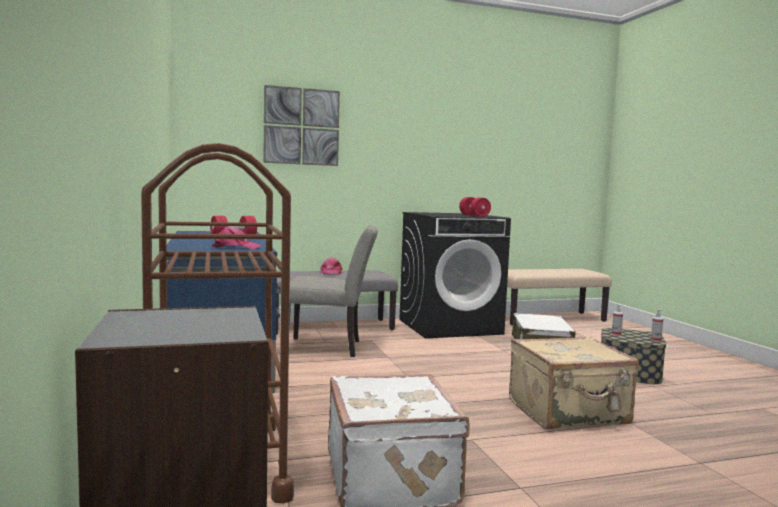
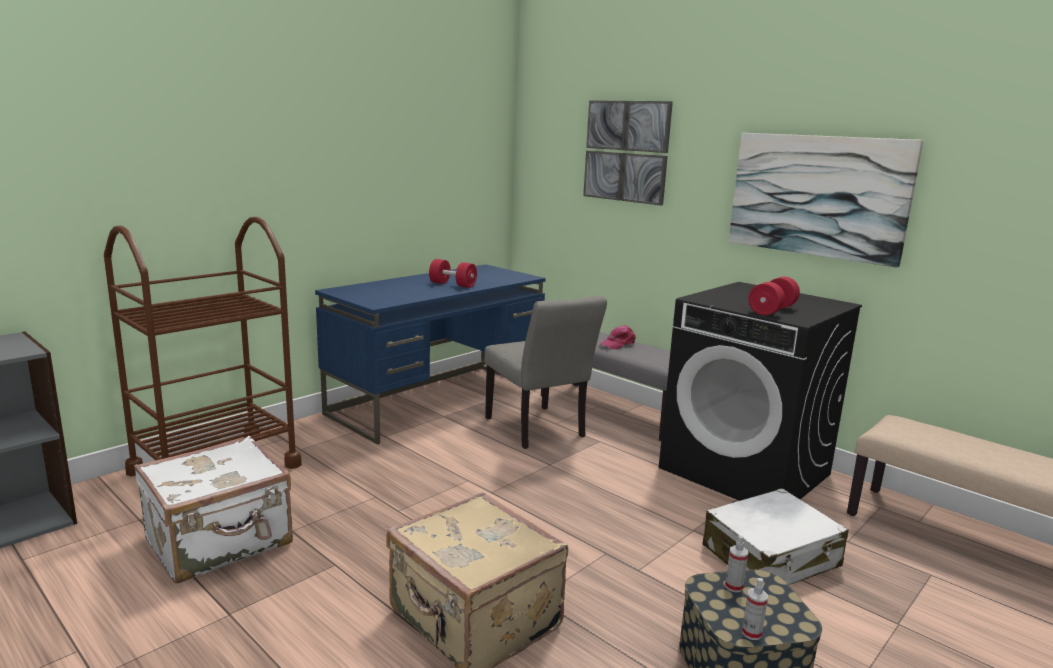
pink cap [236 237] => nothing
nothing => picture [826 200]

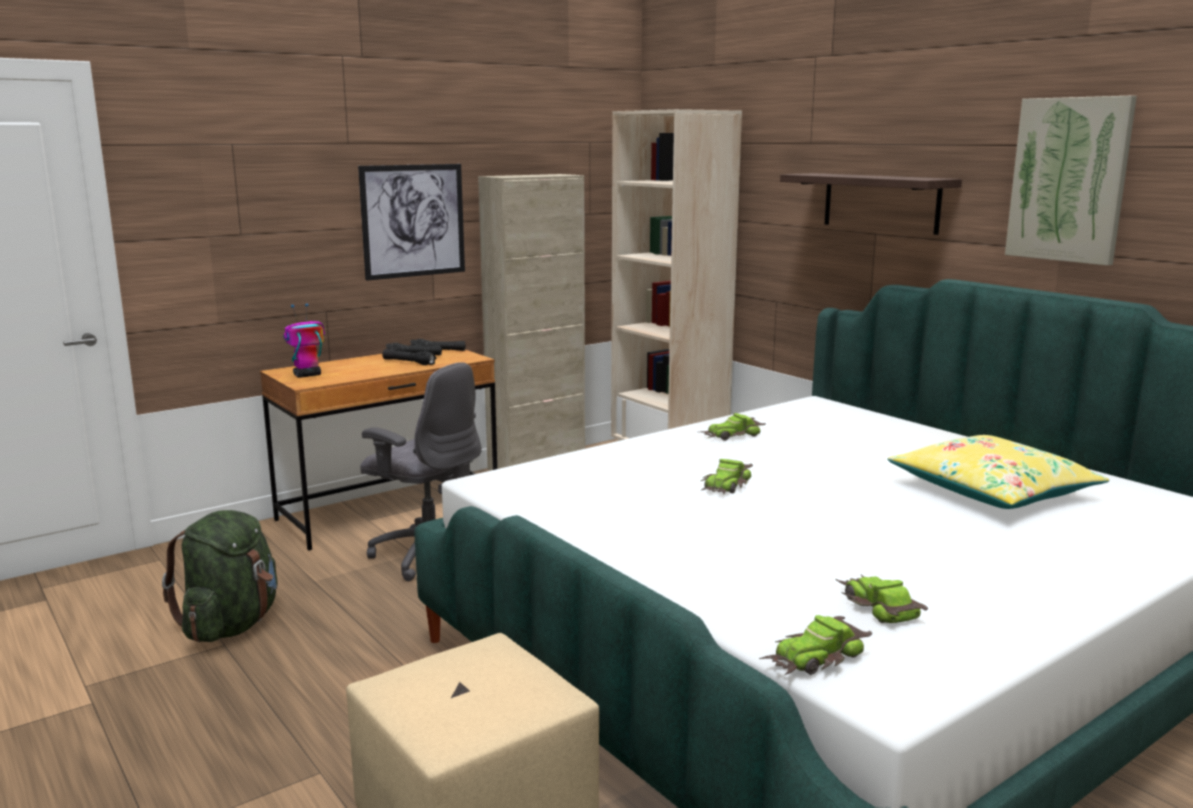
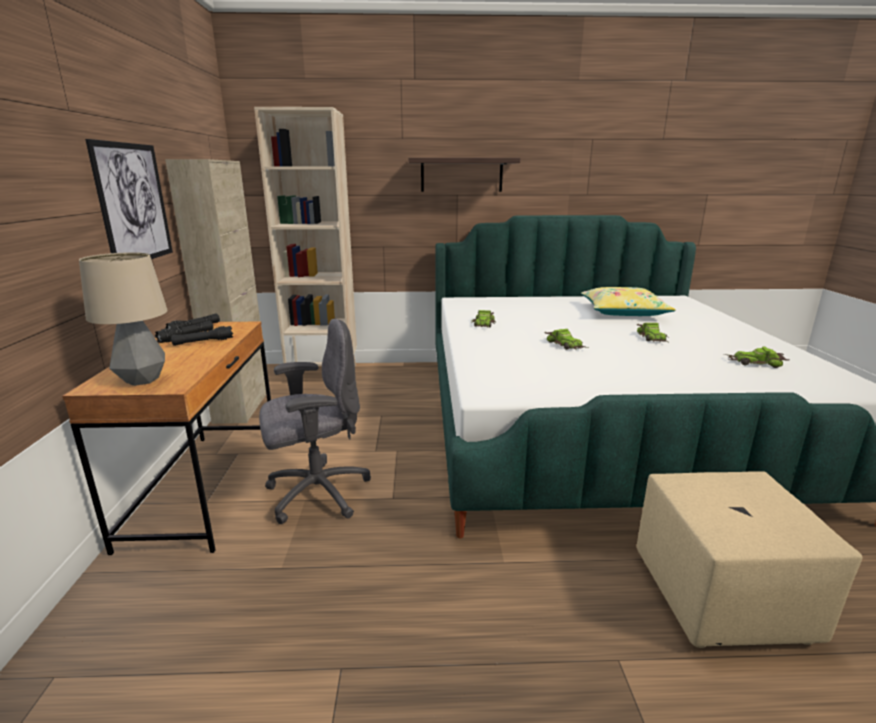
green backpack [219 576] => nothing
toy robot [304 341] => table lamp [123 319]
toy car [815 645] => toy car [652 332], relocated
picture [1071 181] => nothing

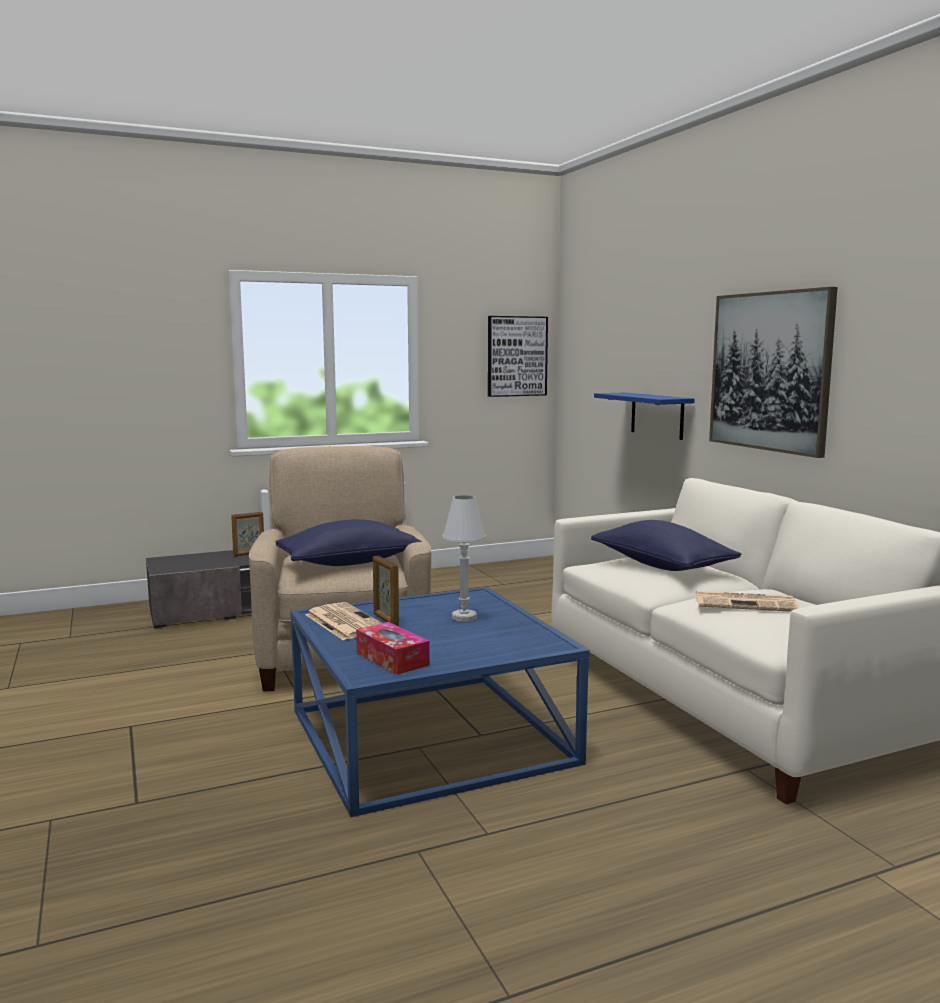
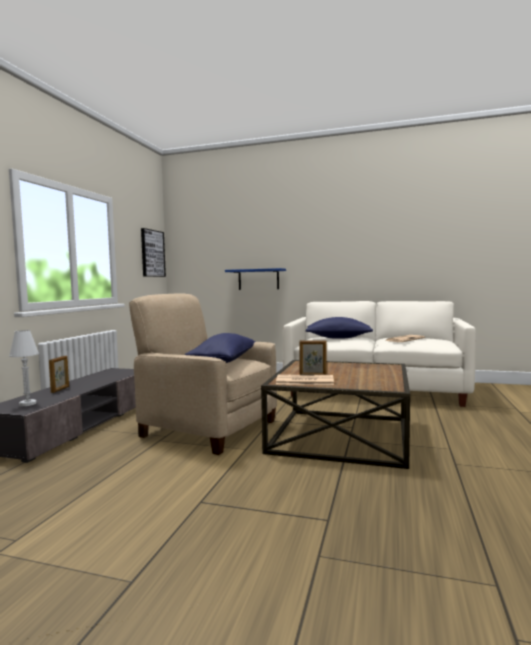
blue coffee table [440 702] => brown coffee table [335 414]
tissue box [393 648] => nothing
white table lamp [464 558] => white table lamp [24 368], relocated
picture [773 372] => nothing

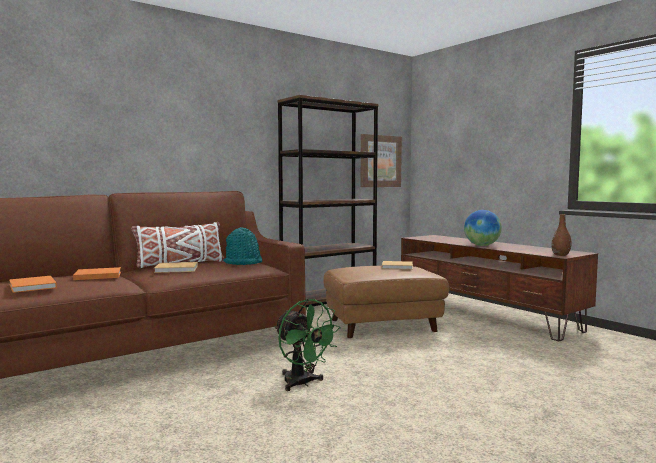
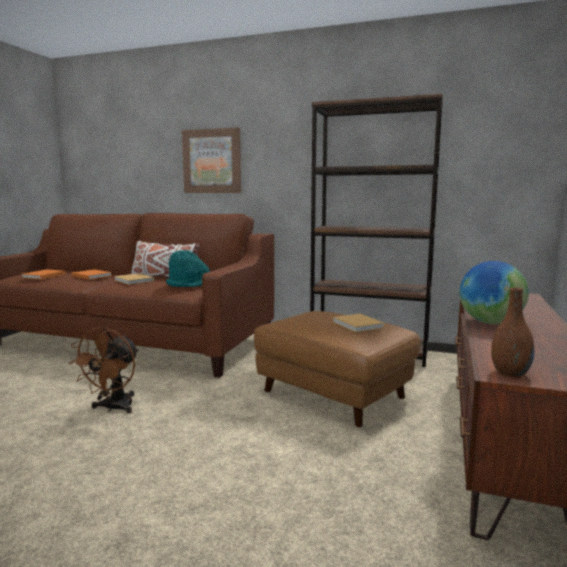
green fan [307 345] => brown fan [104 370]
picture [381 160] => picture [211 160], relocated

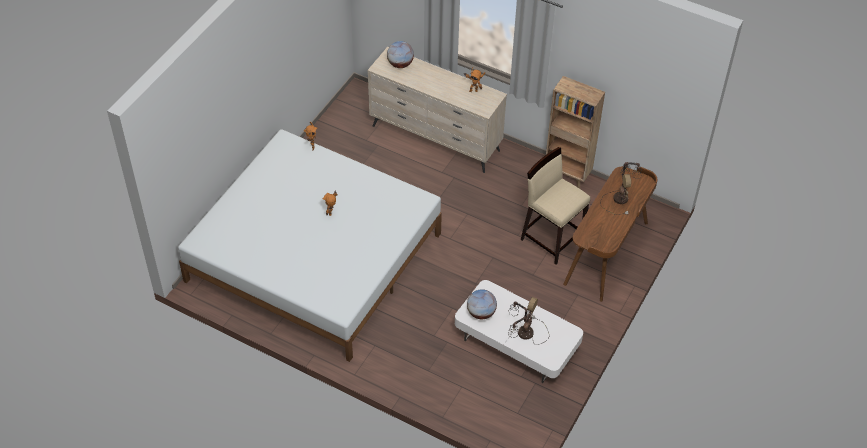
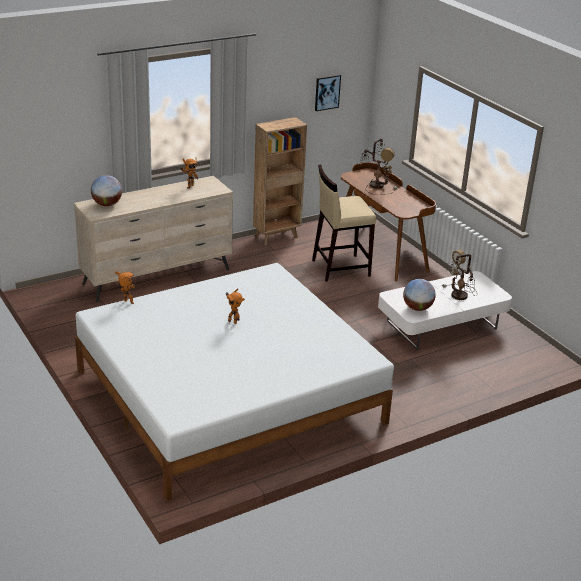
nothing => picture [328 92]

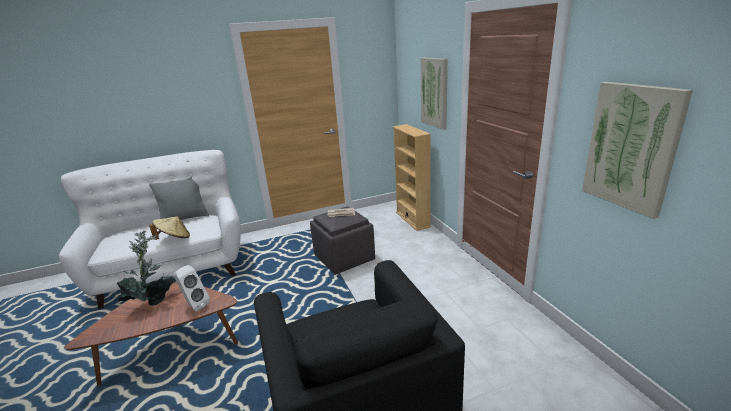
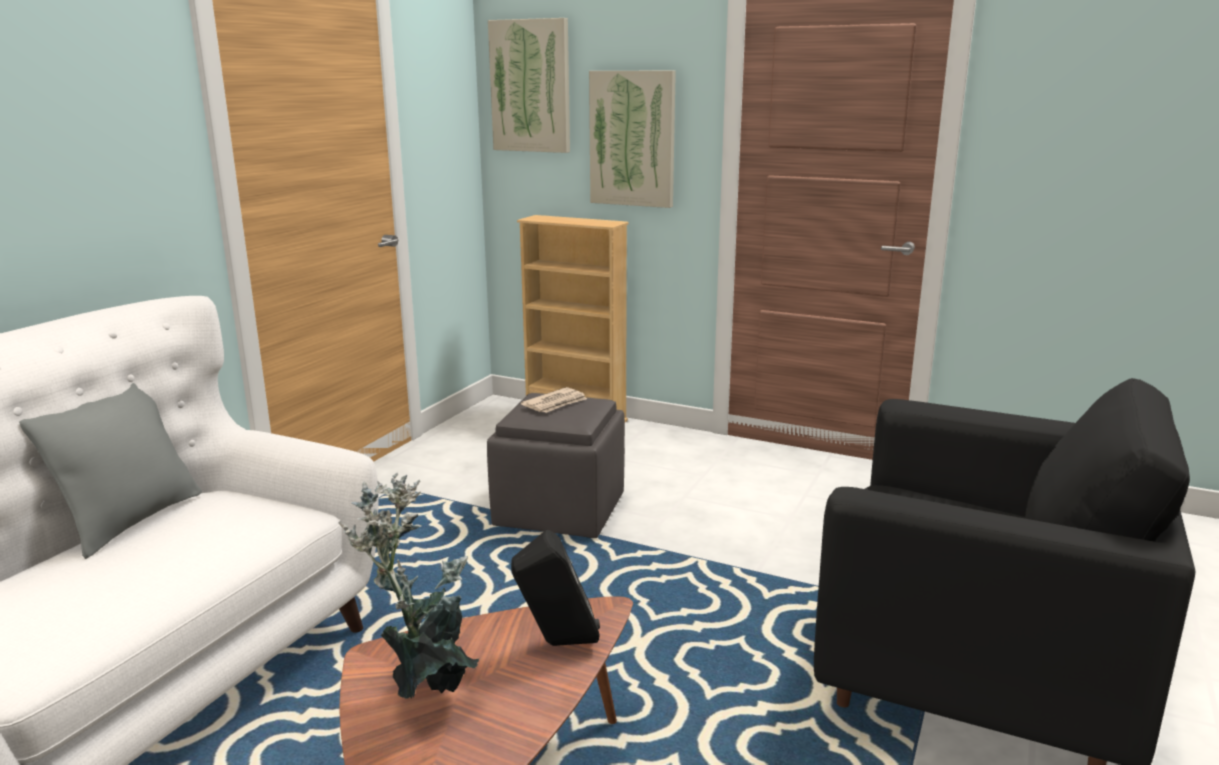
beige hat [169 228] => nothing
white speaker [192 288] => black speaker [555 588]
picture [637 150] => picture [529 85], relocated

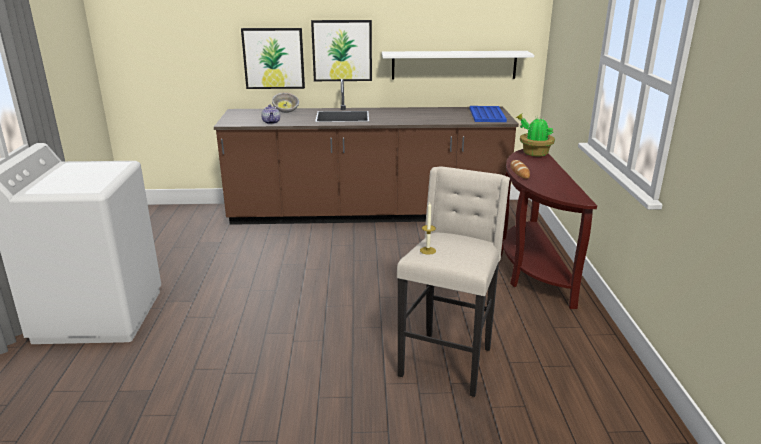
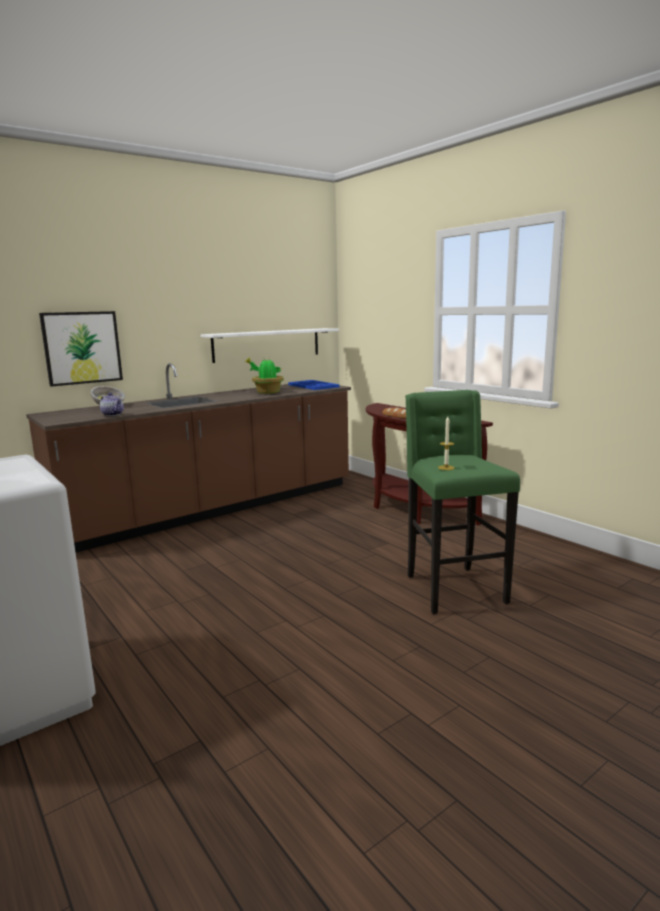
picture [341 50] => nothing
beige stool [453 282] => green stool [462 502]
potted plant [535 135] => potted plant [264 375], relocated

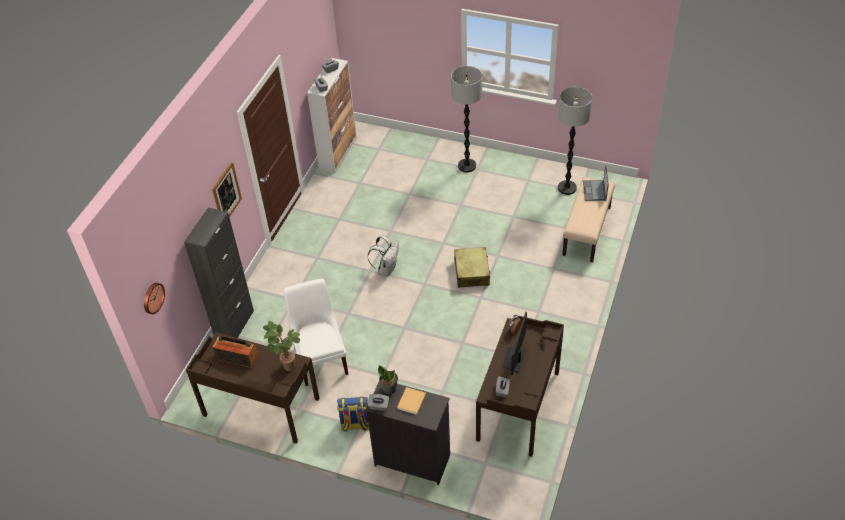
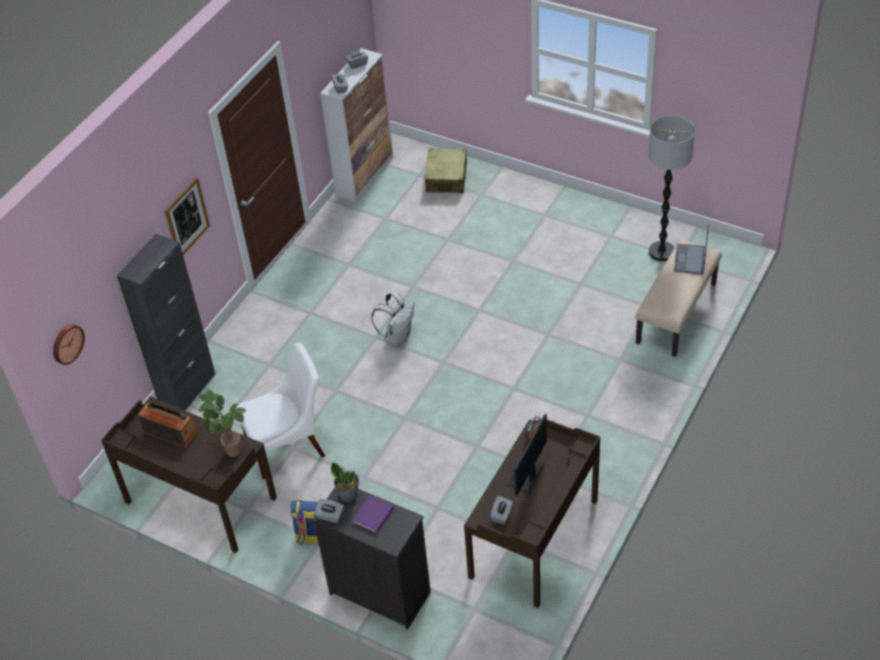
white chair [315 332] => white chair [280 410], 75 degrees clockwise
beige book [411 401] => purple book [373 514]
floor lamp [466 119] => nothing
beige suitcase [472 267] => beige suitcase [446 170], relocated

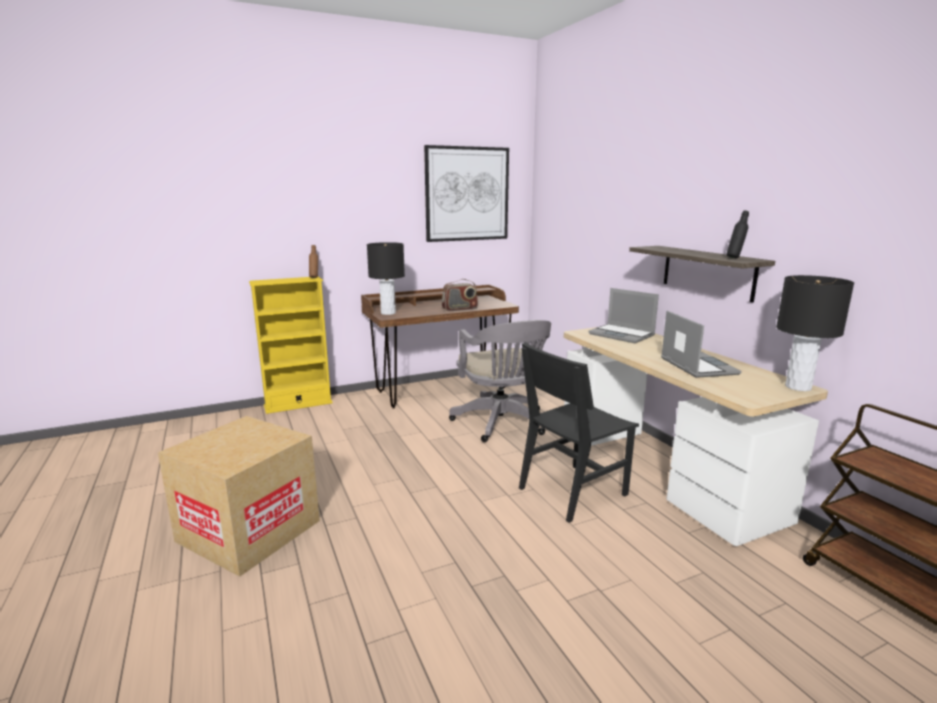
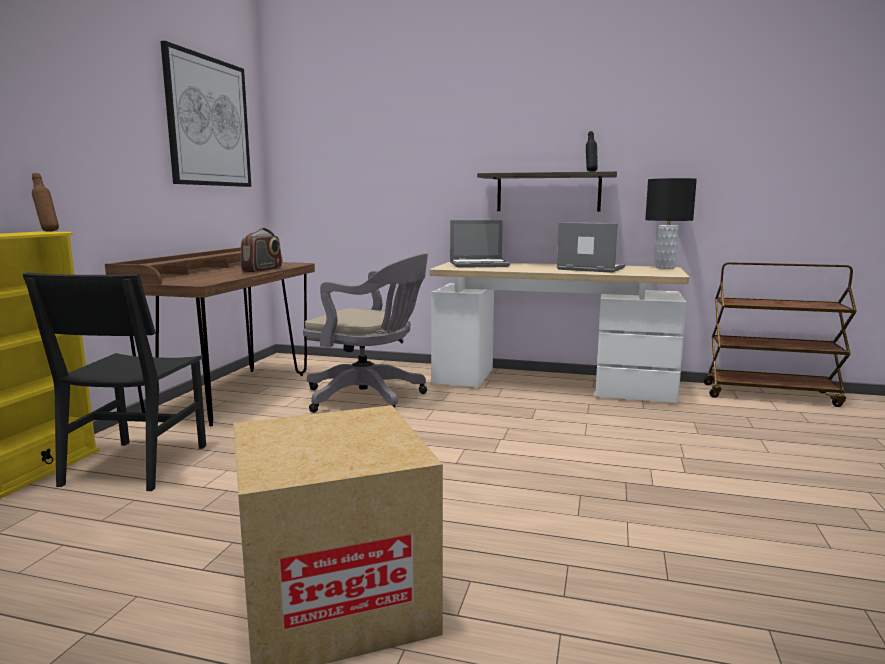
black table lamp [386 278] => nothing
black chair [579 432] => black chair [114 381], relocated

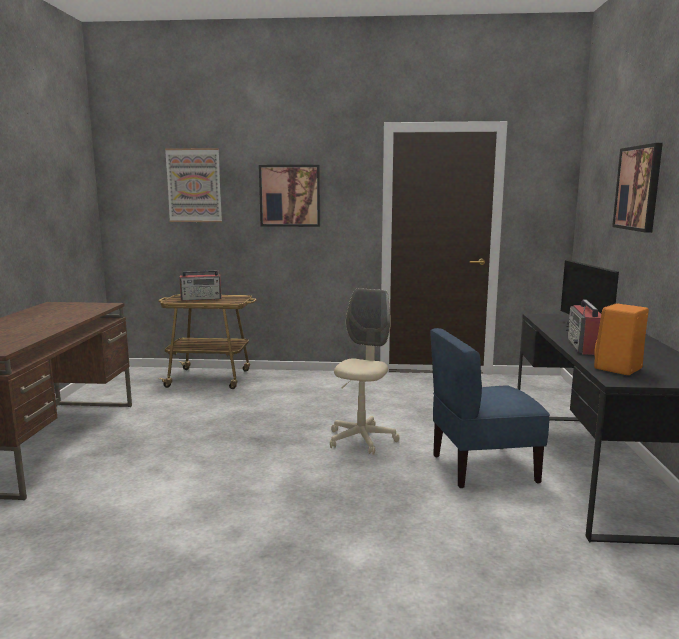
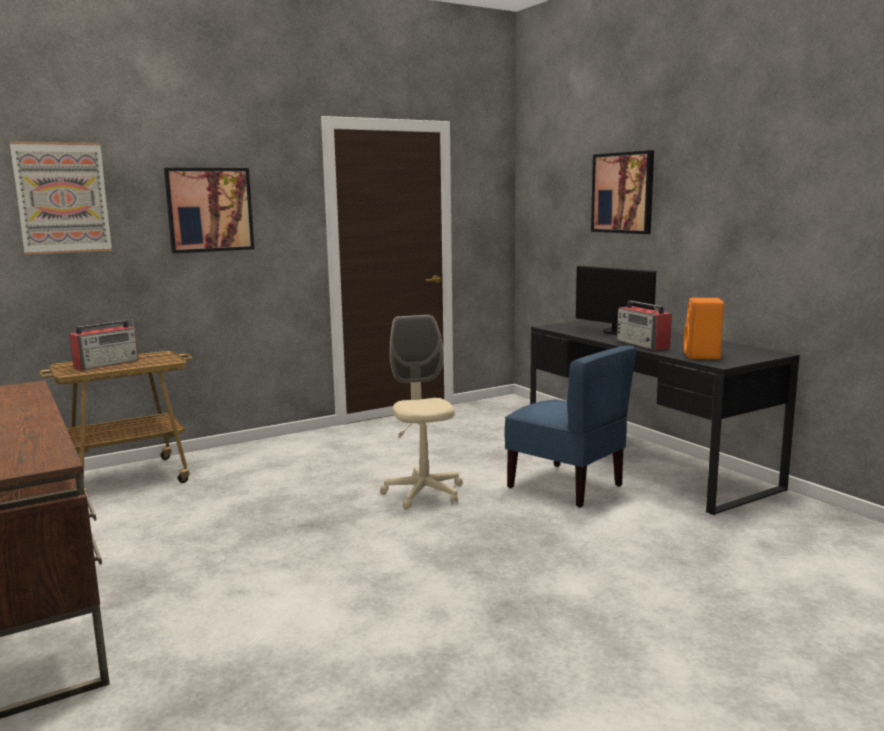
blue chair [490 408] => blue chair [570 426], 90 degrees counterclockwise

